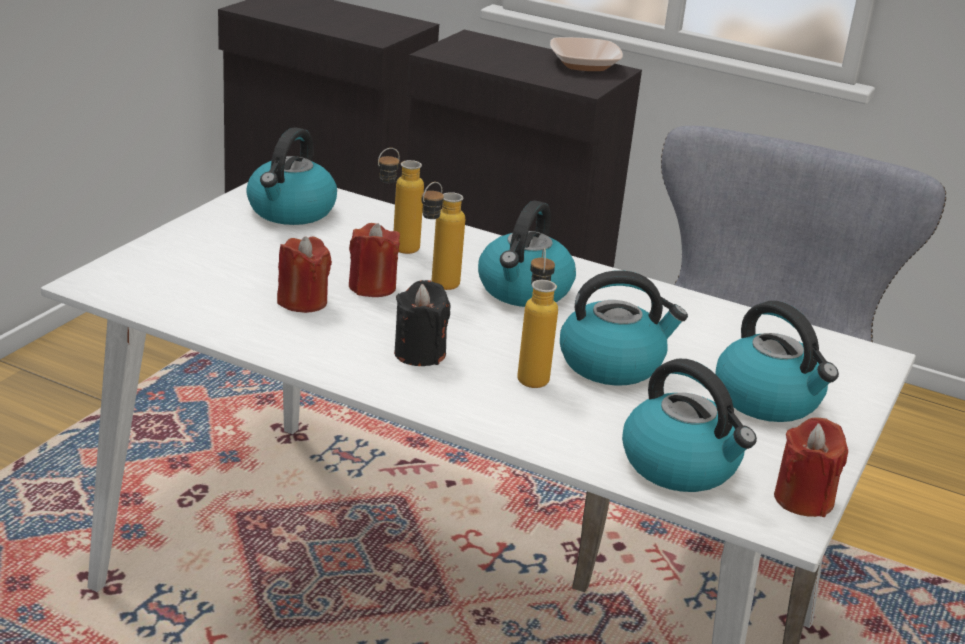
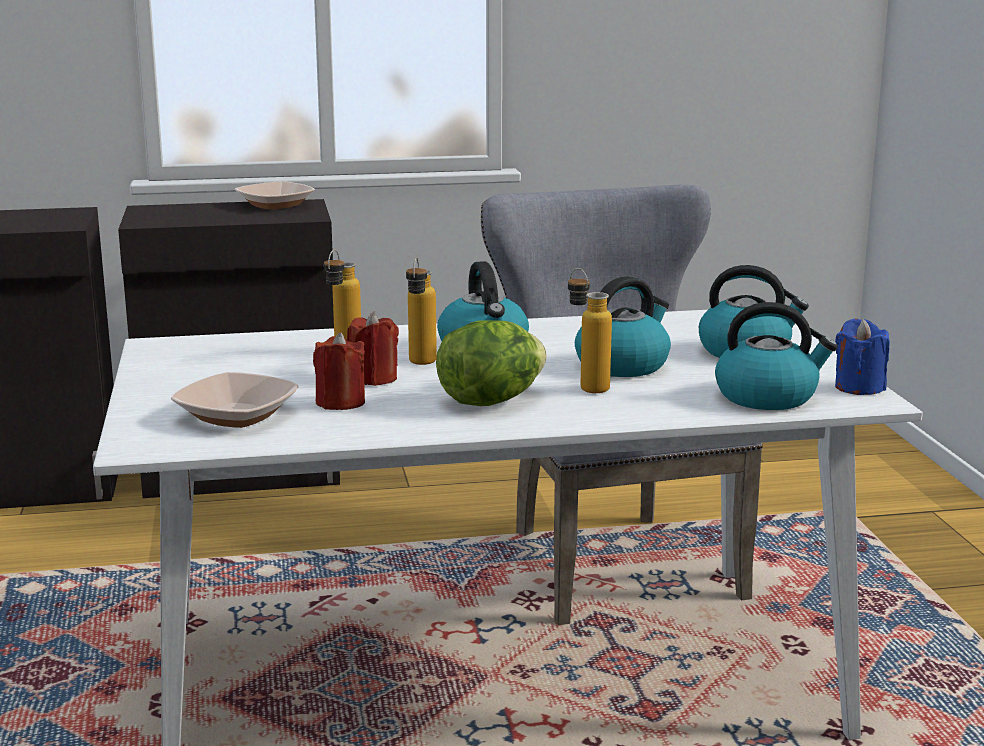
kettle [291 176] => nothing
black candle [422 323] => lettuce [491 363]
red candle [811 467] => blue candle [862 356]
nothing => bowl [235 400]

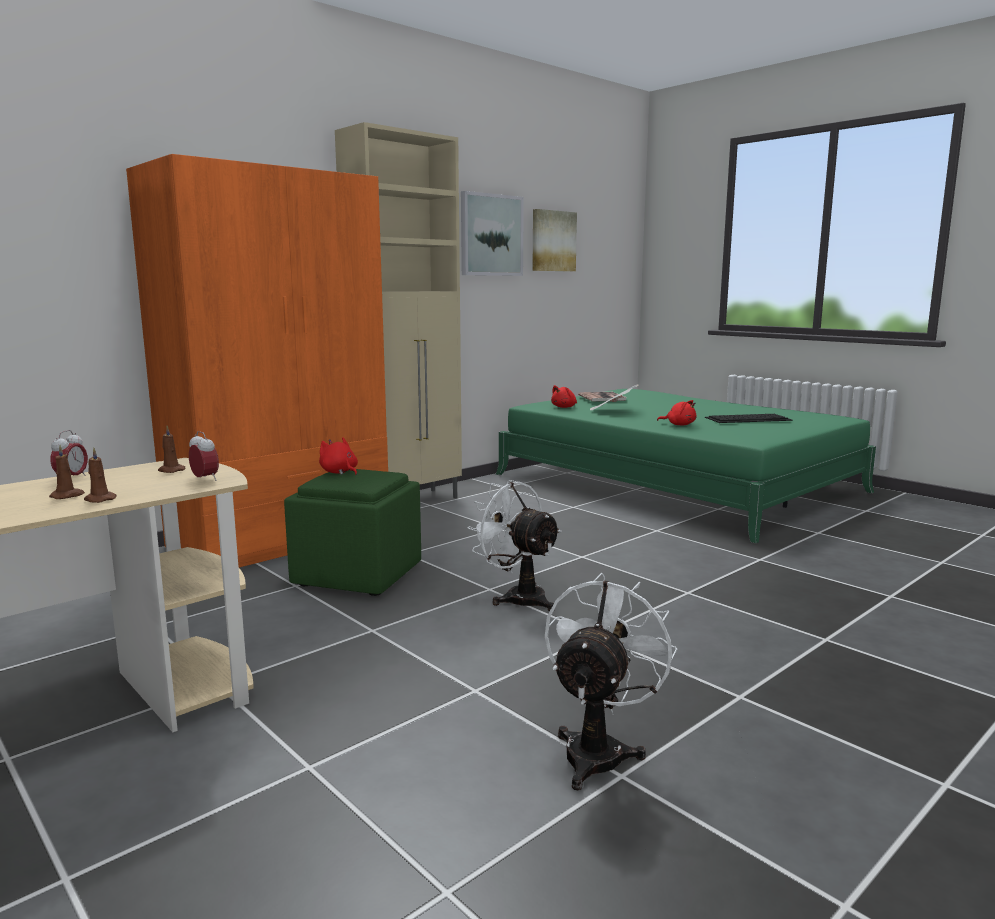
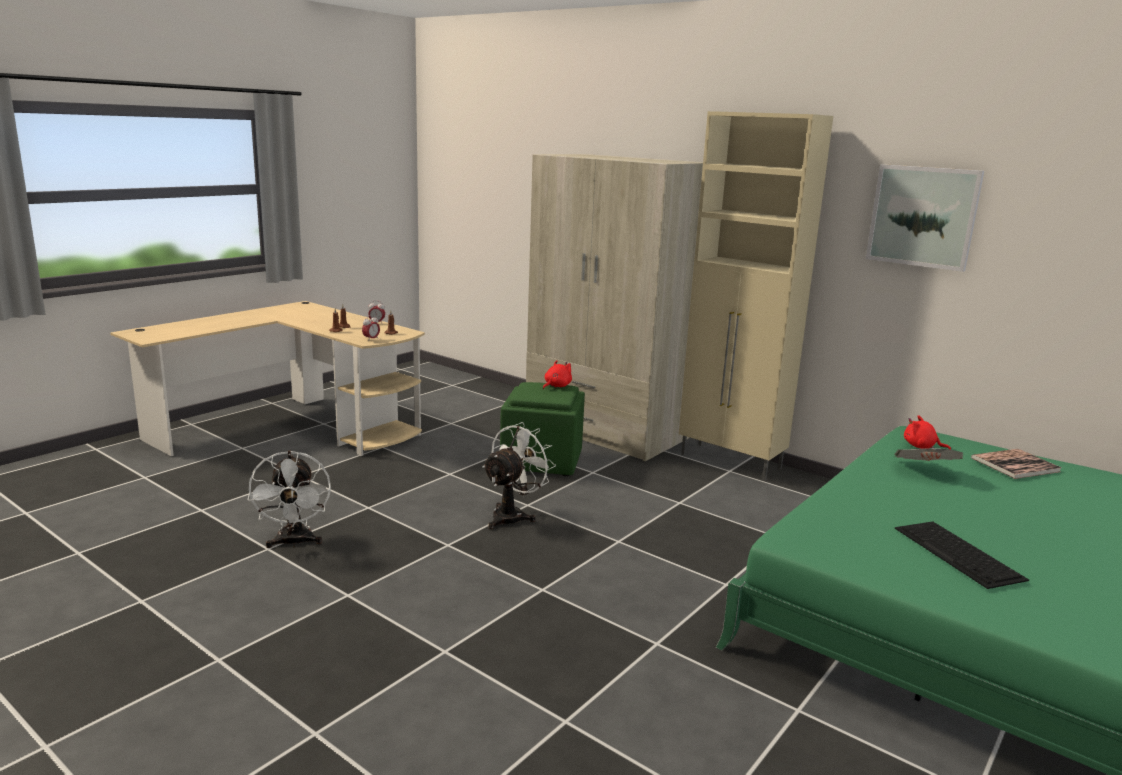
orange wardrobe [257 361] => beige wardrobe [614 307]
picture [554 240] => nothing
white fan [611 682] => white fan [289 499], 60 degrees clockwise
red plush toy [676 413] => nothing

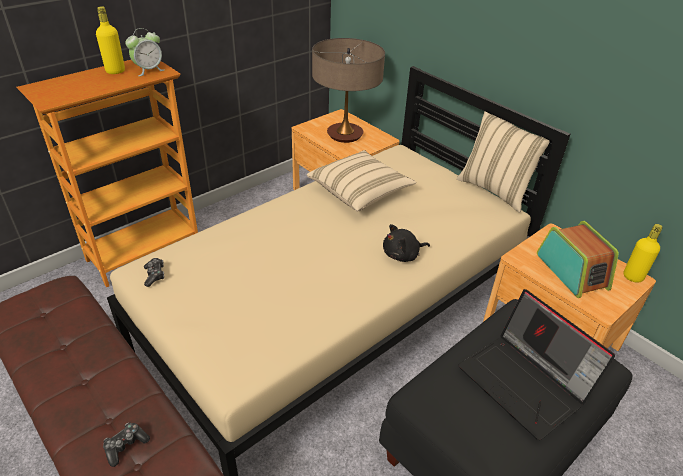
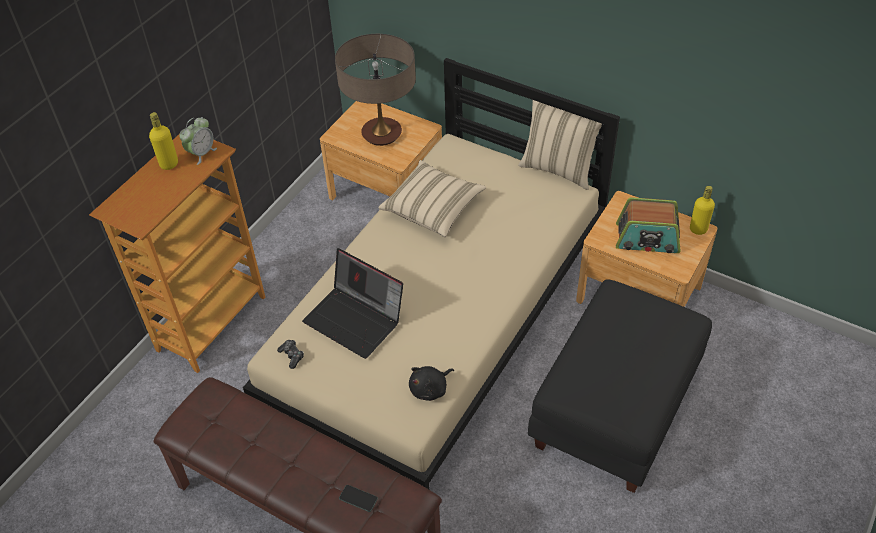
game controller [126 445] => phone [358 498]
black plush toy [406 243] => black plush toy [431 383], relocated
laptop [536 364] => laptop [352 303], relocated
radio [578 259] => radio [648 225], 135 degrees clockwise

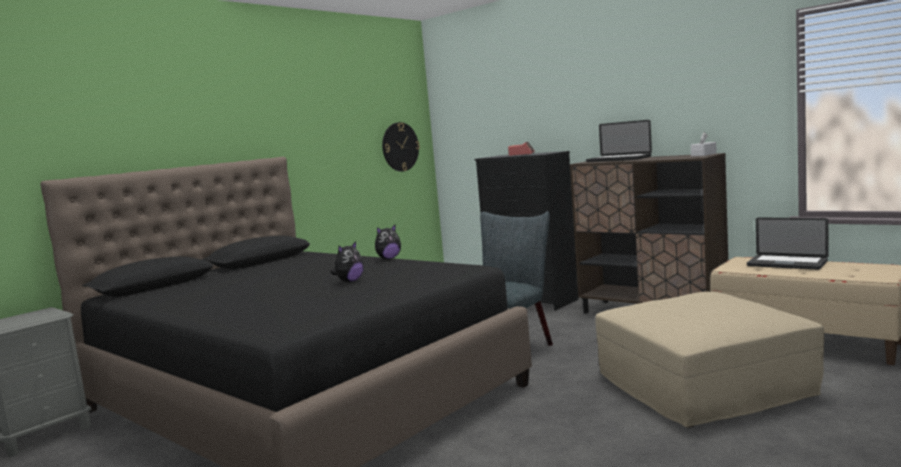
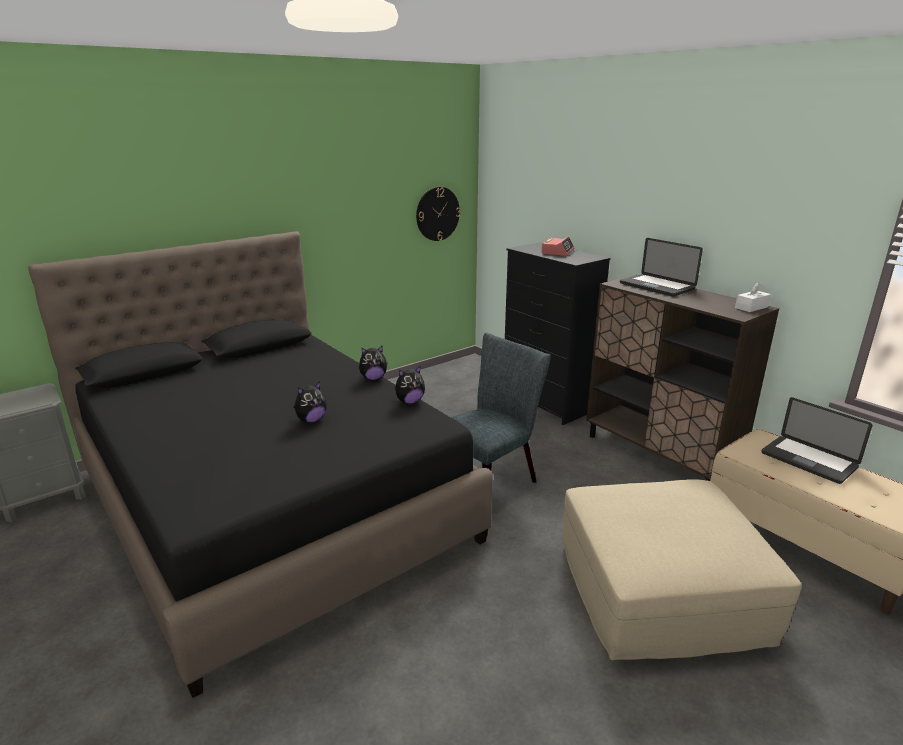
nothing => plush toy [410 385]

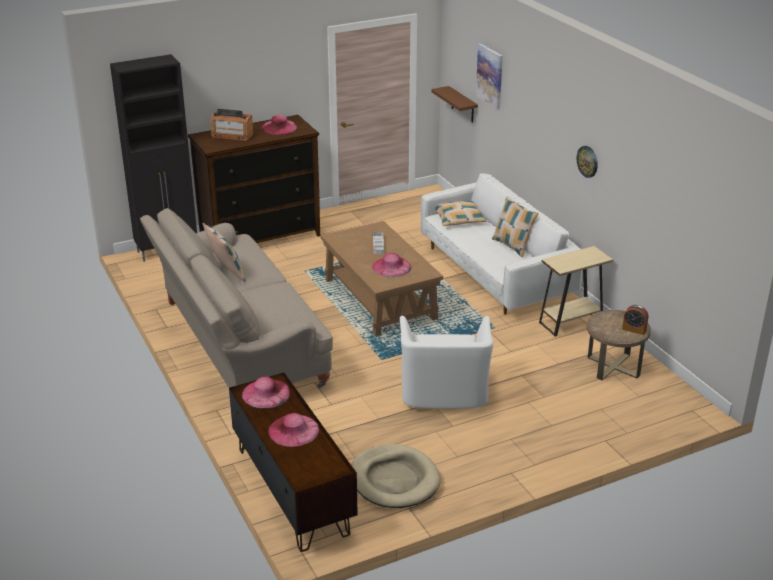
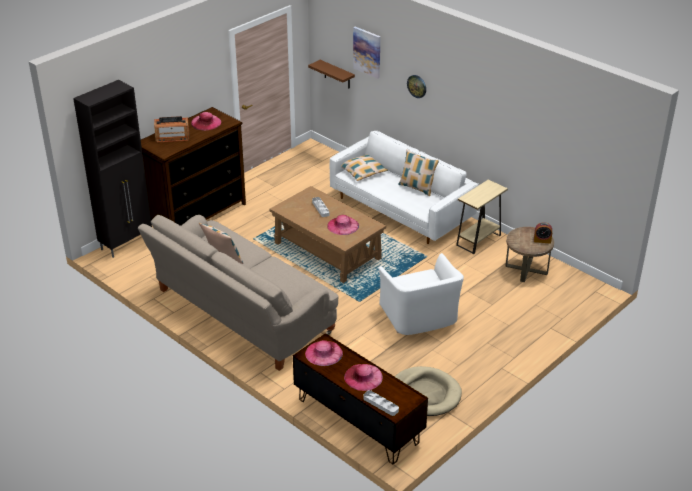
wall clock [587 162] => wall clock [416 86], relocated
nothing => grey tray [381 403]

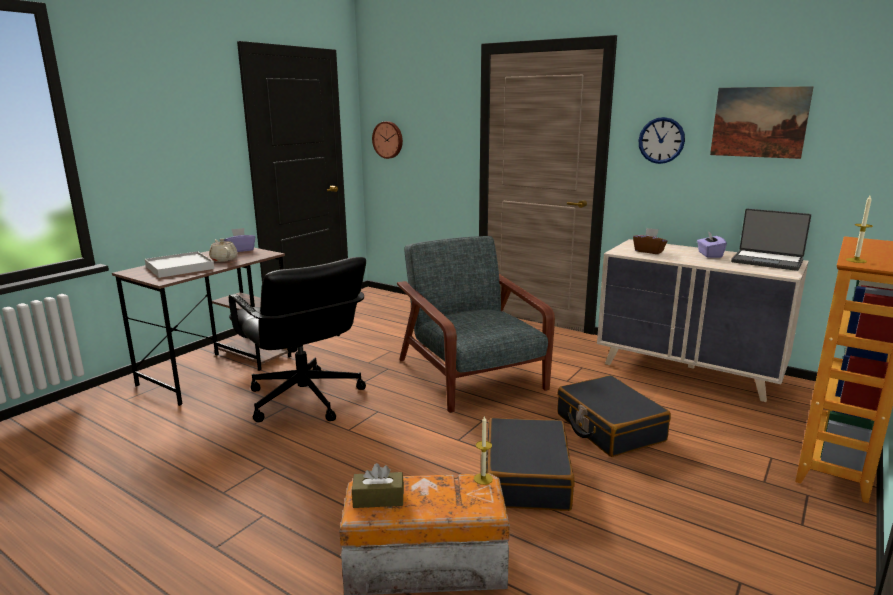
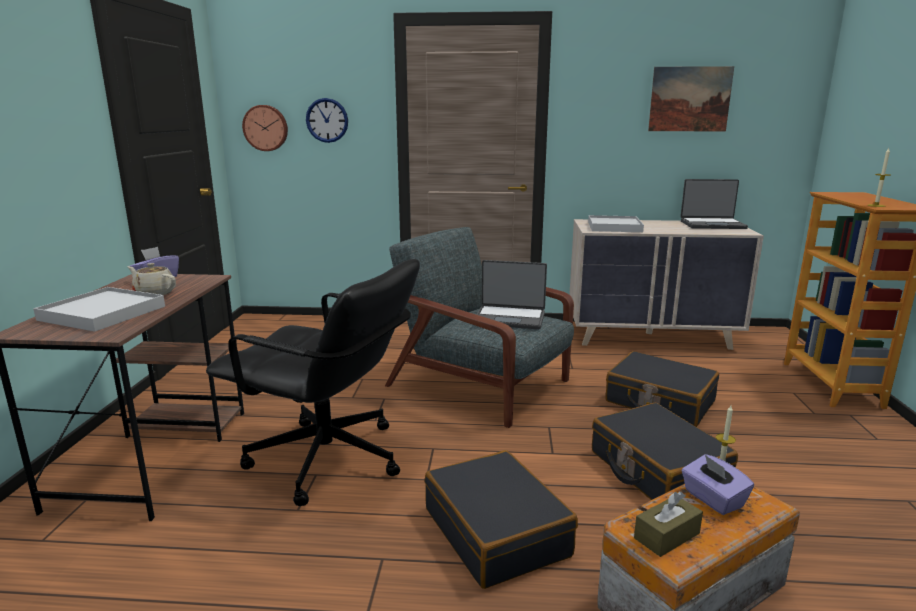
brown tissue box [650 241] => white tray [616 223]
wall clock [662 140] => wall clock [327 120], relocated
purple tissue box [712 244] => purple tissue box [718 484], relocated
nothing => black suitcase [501 519]
nothing => laptop [511 294]

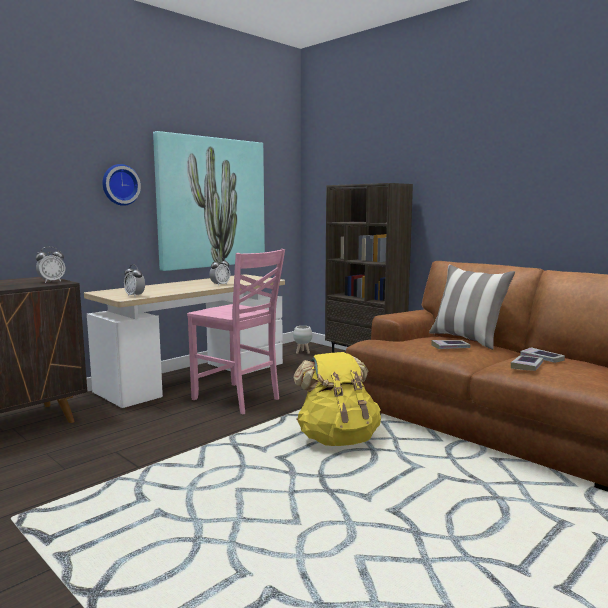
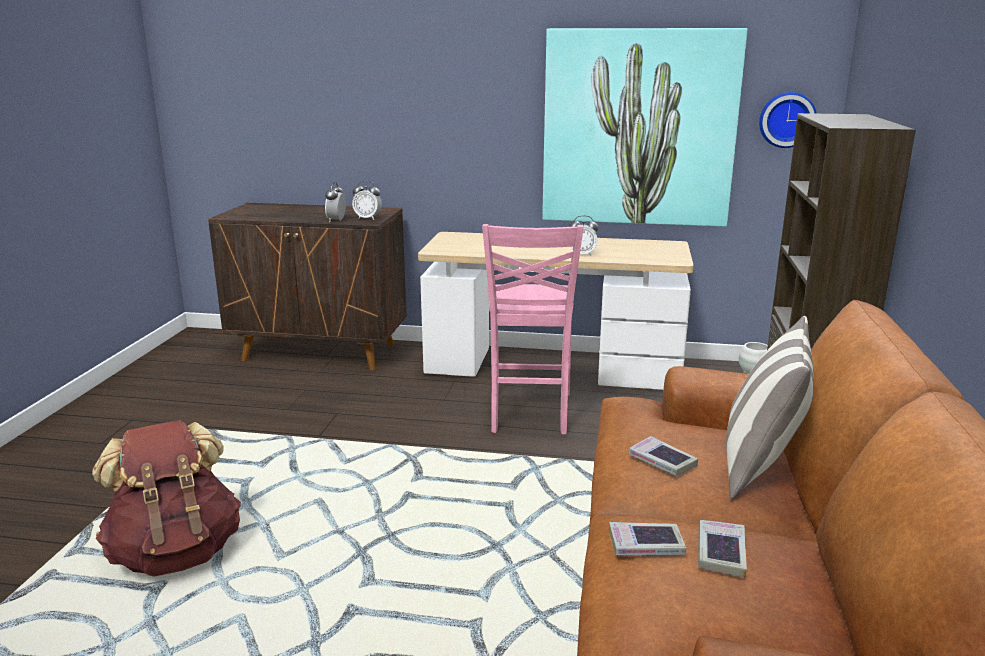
wall clock [121 185] => wall clock [788 120], relocated
alarm clock [134 280] => alarm clock [335 202], relocated
yellow backpack [337 399] => nothing
nothing => brown backpack [166 498]

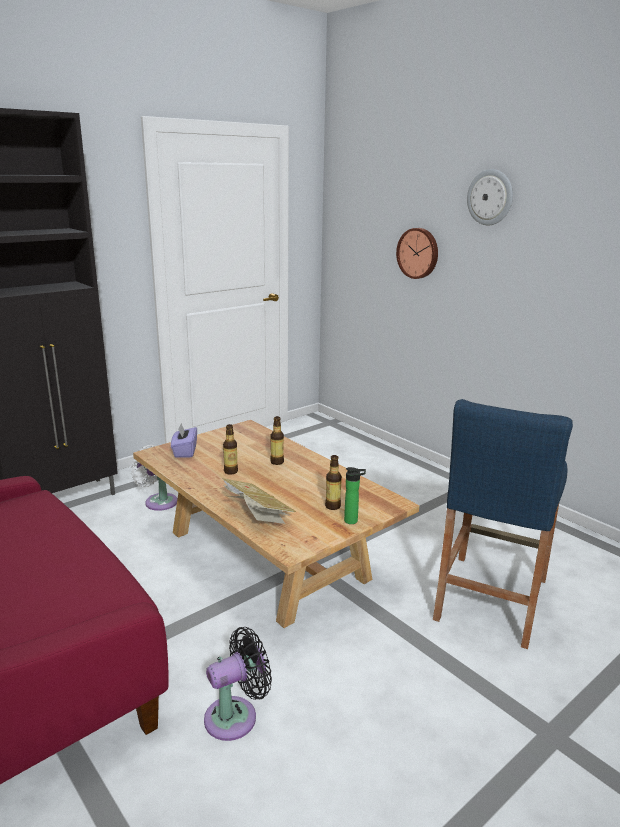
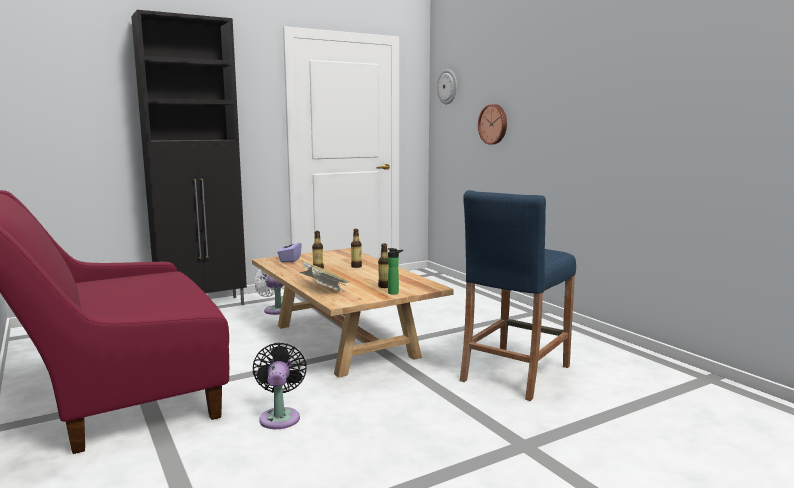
black fan [238 684] => black fan [280 386], 75 degrees counterclockwise
wall clock [490 197] => wall clock [447 86], relocated

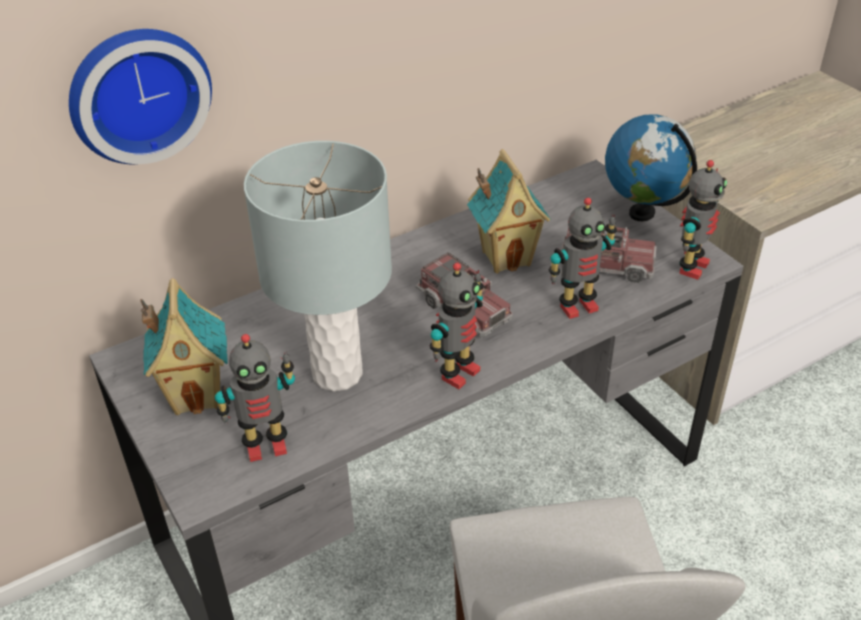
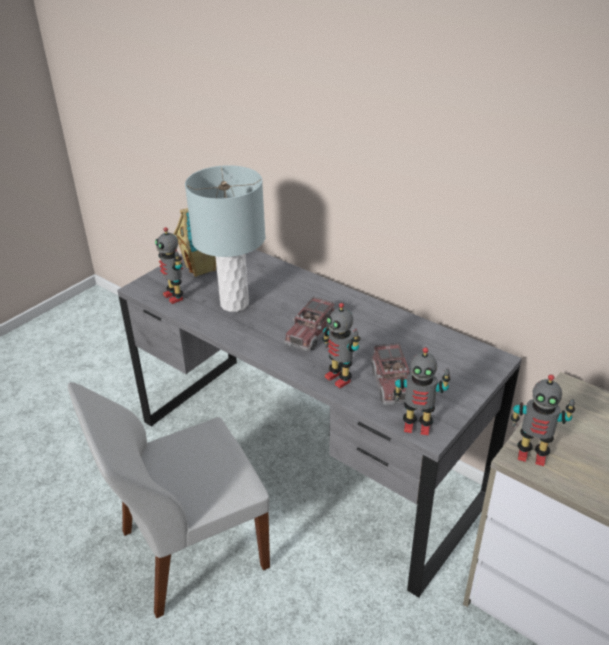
wall clock [140 97] => nothing
toy robot [457 326] => toy robot [543 420], relocated
toy house [509 211] => nothing
globe [651 167] => nothing

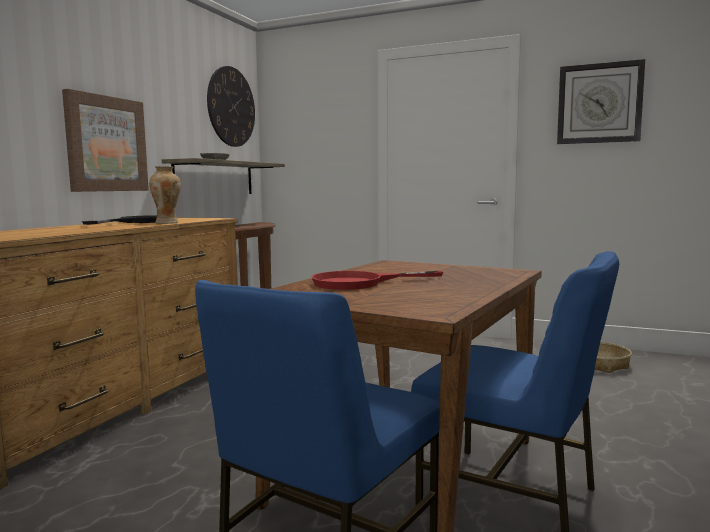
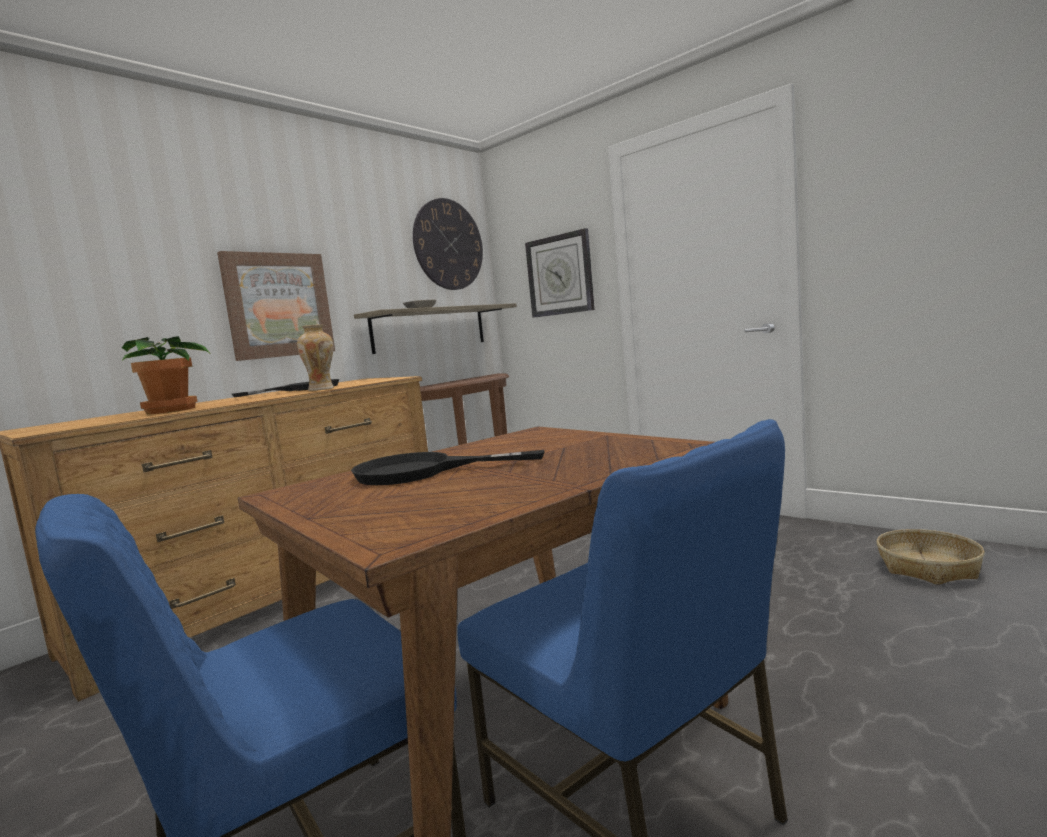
red frying pan [377 280] => black frying pan [448 467]
wall clock [601 101] => wall clock [560 273], relocated
nothing => potted plant [166 375]

